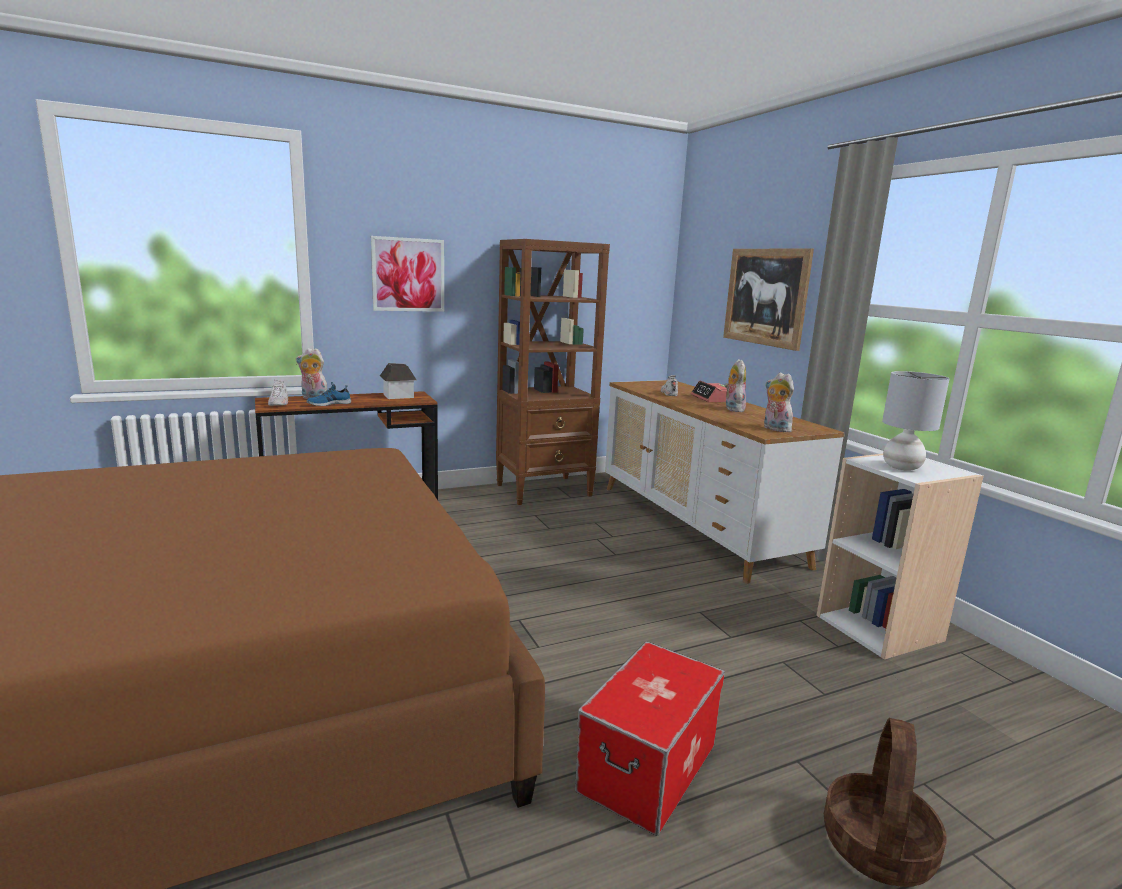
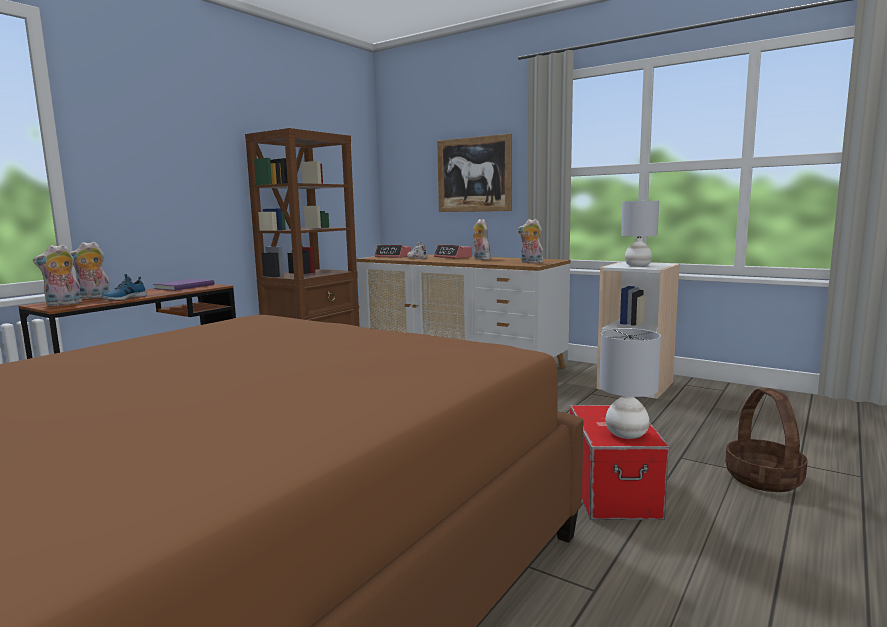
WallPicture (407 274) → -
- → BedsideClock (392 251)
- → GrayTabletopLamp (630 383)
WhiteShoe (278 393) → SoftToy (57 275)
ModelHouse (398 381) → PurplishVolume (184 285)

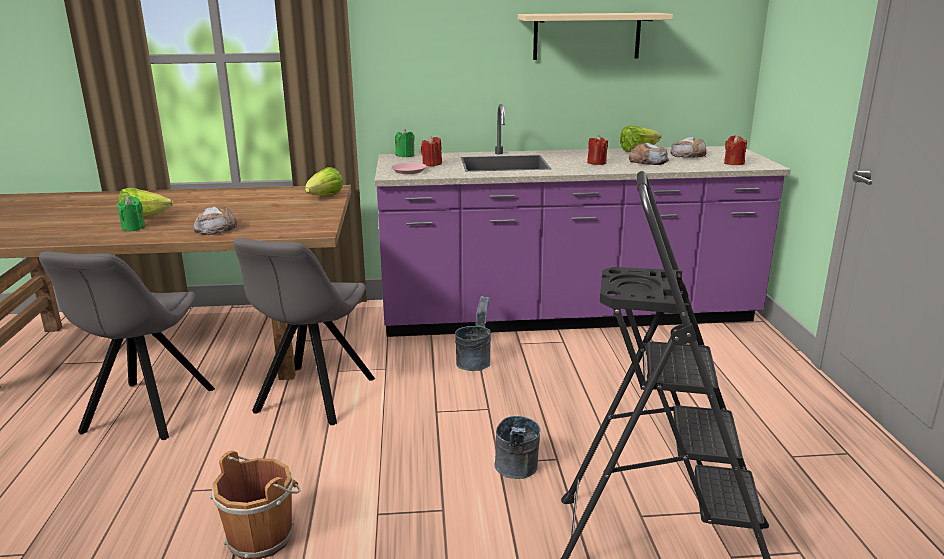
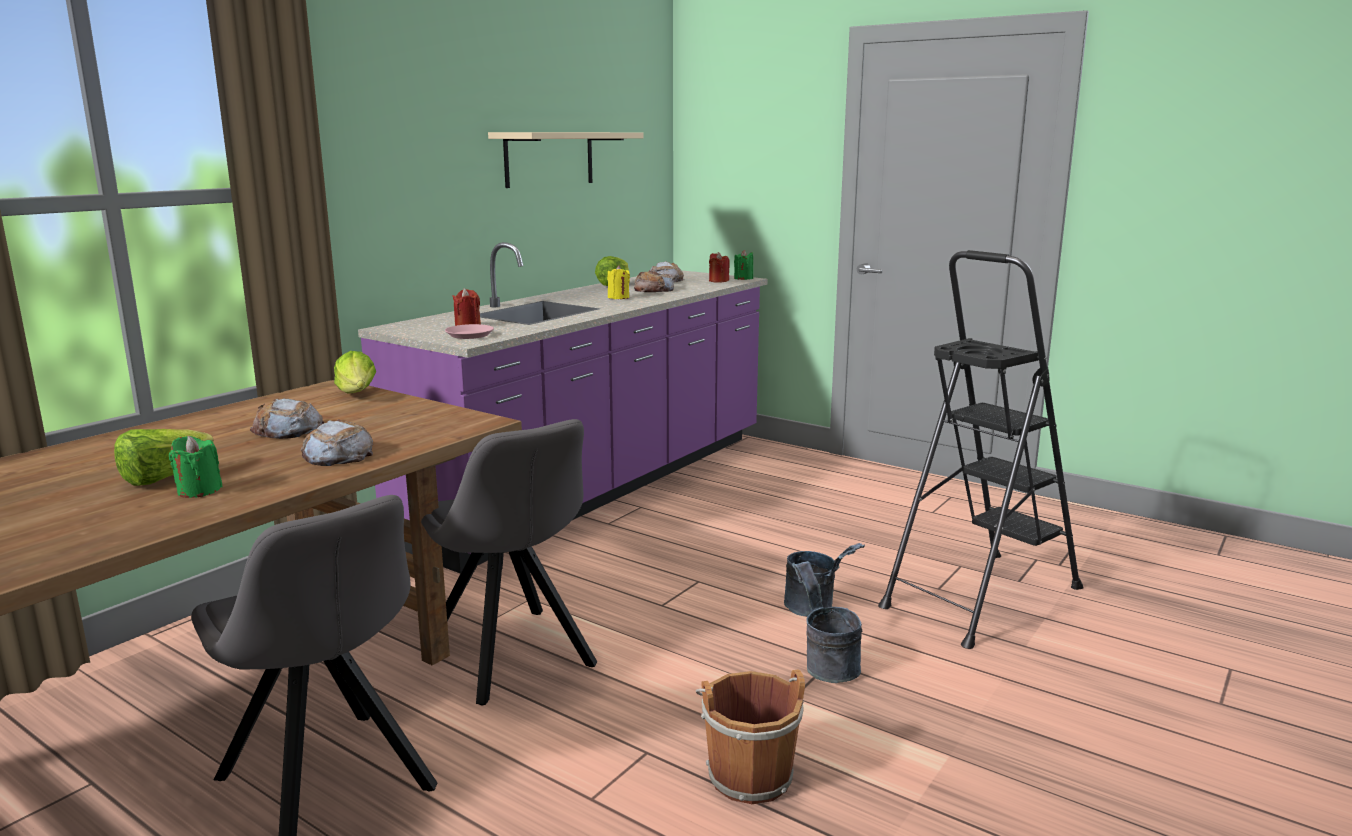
- → BakeryBread (287 418)
GreenColouredWaxCandle (405 143) → GreenColouredWaxCandle (743 265), relocated
GrayPail (473 333) → GrayPail (827 622), relocated
ReddishWaxCandle (597 150) → YellowishWaxCandle (618 282)

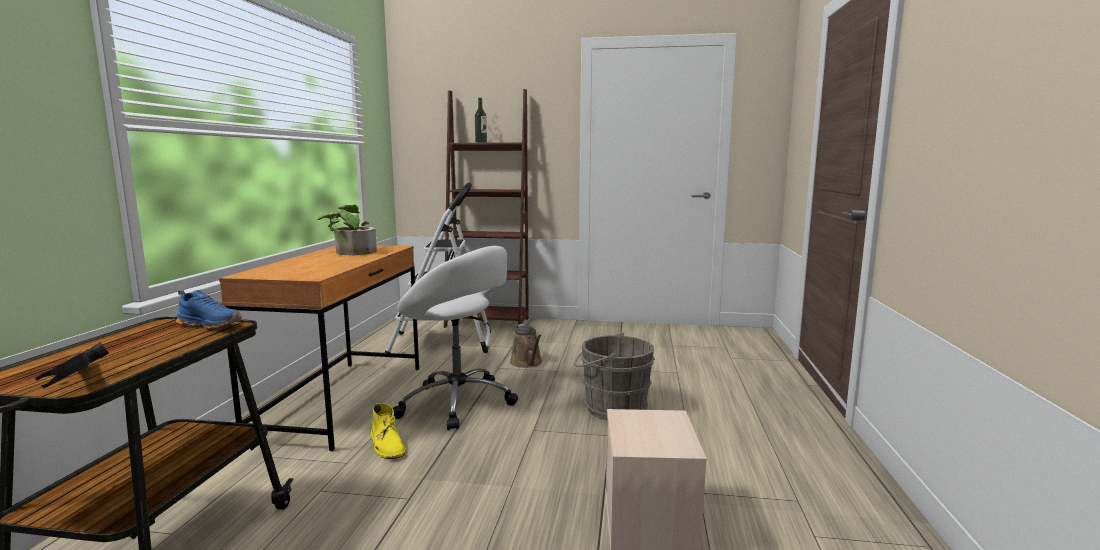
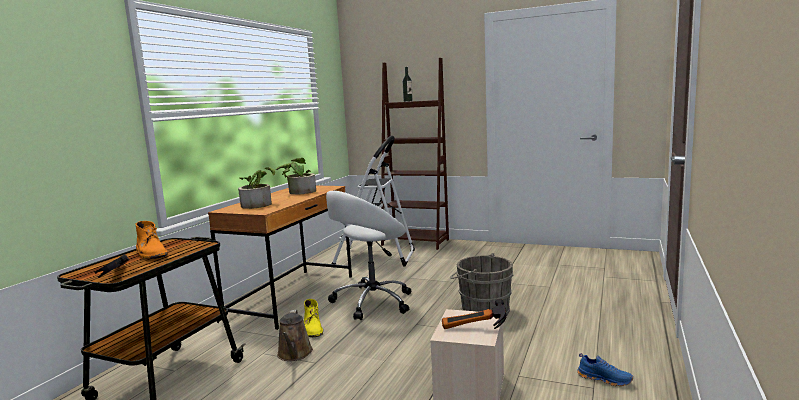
- → OrangeyBoot (152 240)
- → PottedPlant (256 188)
- → HandHammer (474 314)
BlueColouredShoe (209 309) → BlueColouredShoe (605 369), relocated
BrownColouredWateringPot (526 346) → BrownColouredWateringPot (295 335), relocated
WhiteDeskChair (455 338) → WhiteDeskChair (368 255), 90 degrees clockwise

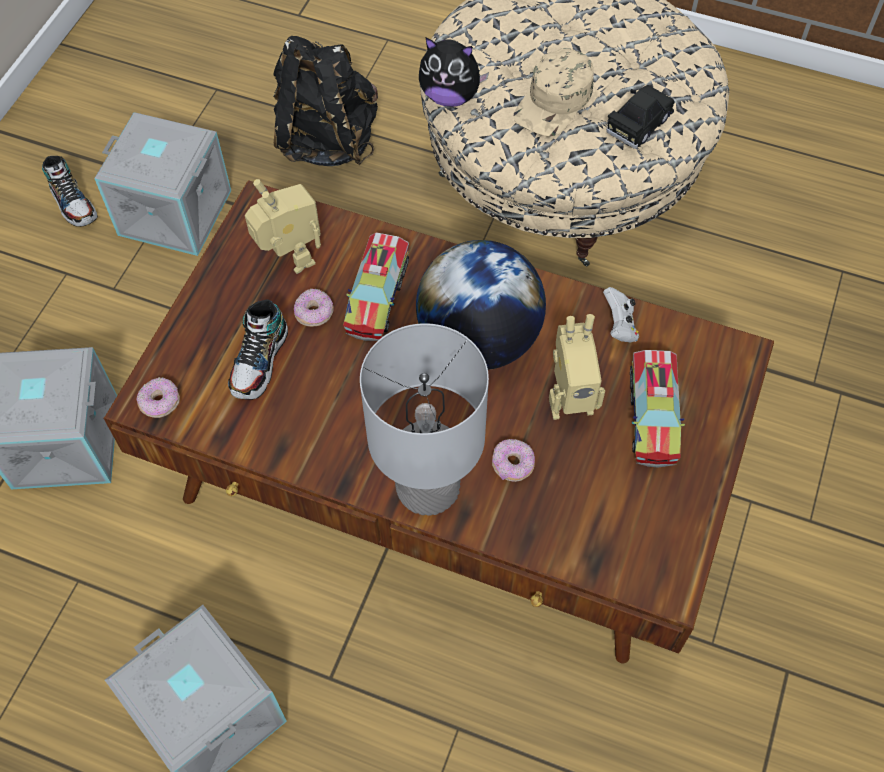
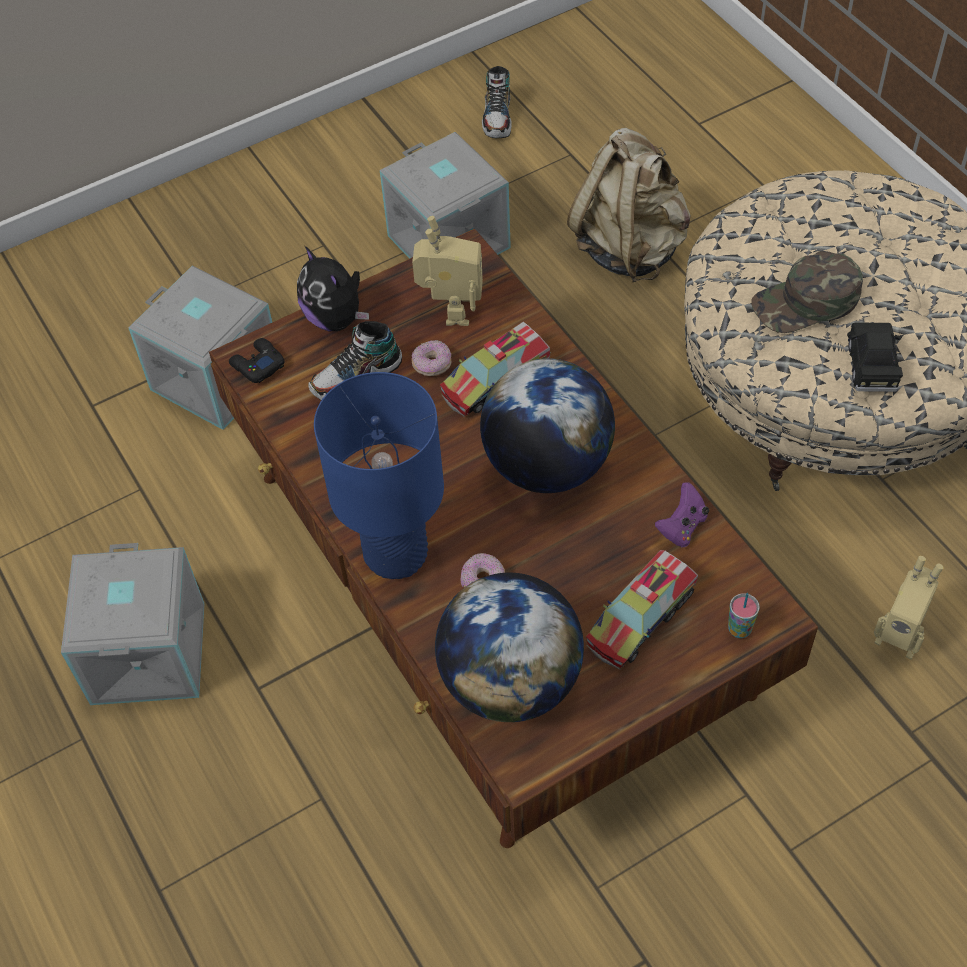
- → Globe (509 647)
- → SmallCup (744 615)
Shoe (70 191) → Shoe (496 102), relocated
SoftToy (454 72) → SoftToy (333 288), relocated
ModelRobot (577 367) → ModelRobot (909 607), relocated
RingDoughnut (158 397) → BlackColouredGameController (257 360)
BlackColouredRucksack (325 101) → BeigeRucksack (629 205)
GrayTabletopLamp (424 419) → BlueColouredTabletopLamp (379 475)
BeigeBaseballCap (553 92) → GreenColouredBaseballCap (807 292)
WhiteGameController (621 314) → PurplishGameController (682 514)
BlackColouredToyCar (641 117) → BlackColouredToyCar (875 357), 75 degrees counterclockwise

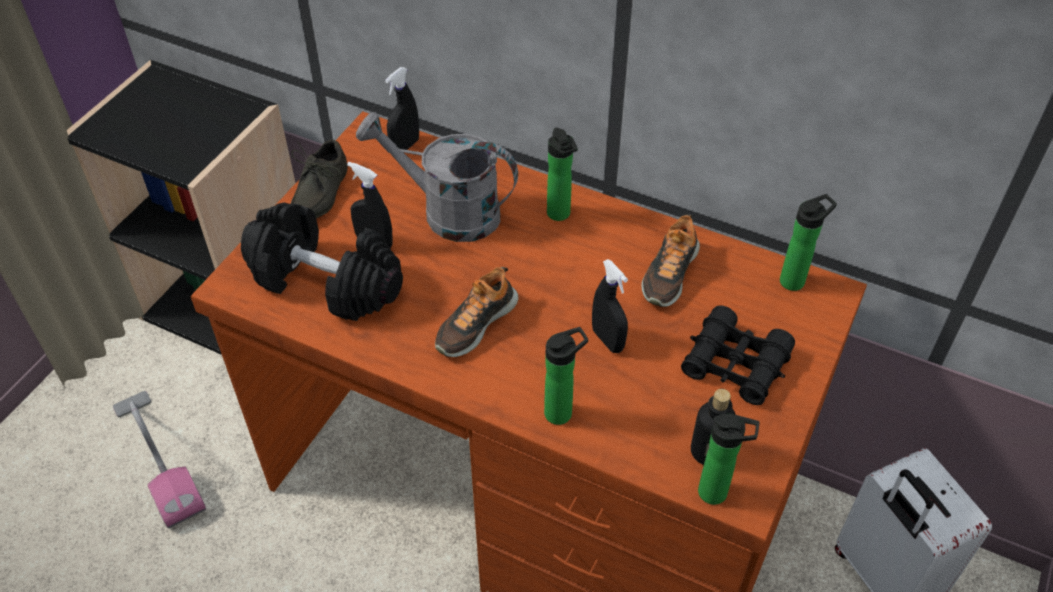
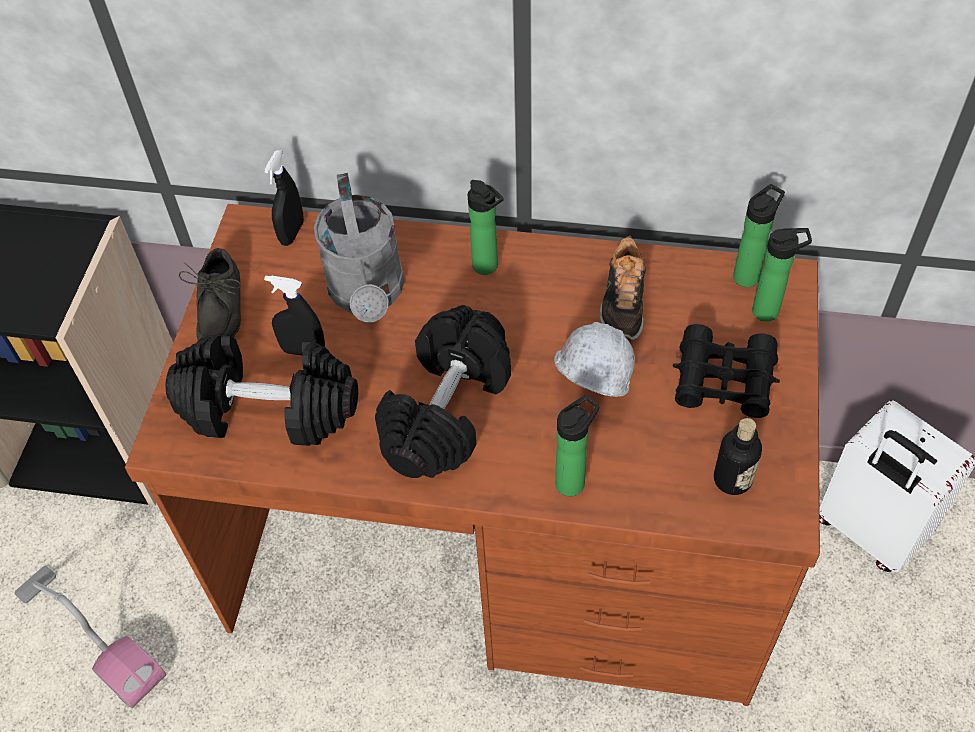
DrinkBottle (728 459) → DrinkBottle (782 275), relocated
Shoe (477 312) → BlackColouredDumbbell (443 391)
BlackColouredSprayer (610 306) → WhiteWorkHelmet (594 359)
GrayWateringPot (437 177) → GrayWateringPot (359 247), 105 degrees counterclockwise

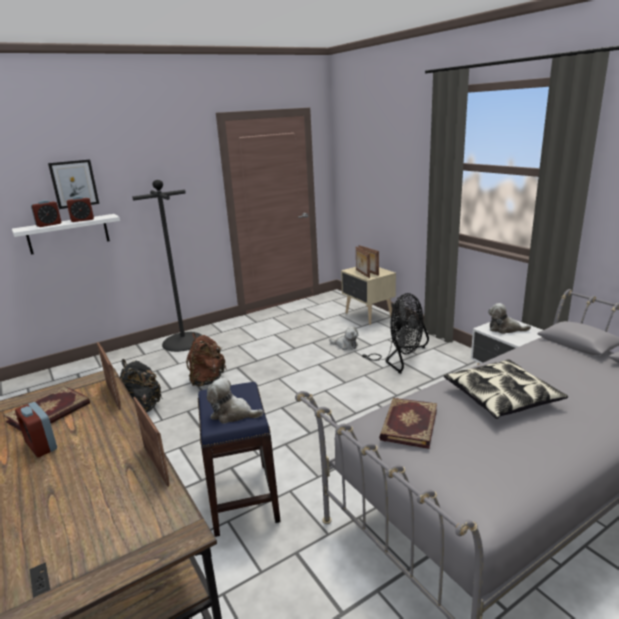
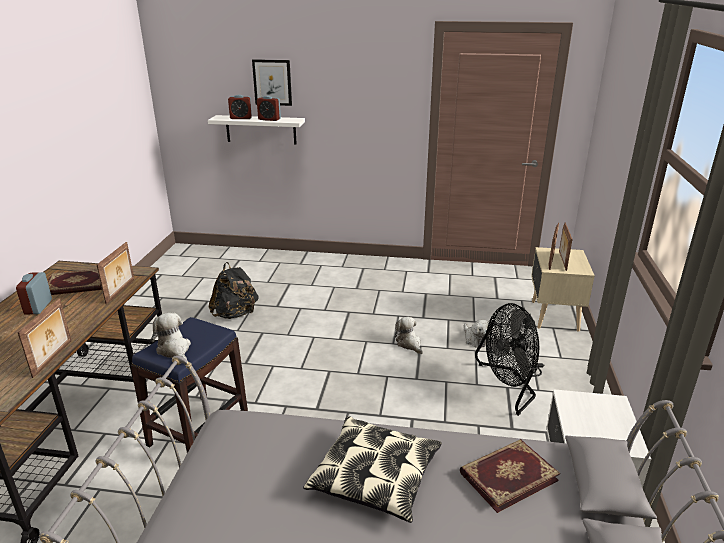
BlackColouredGarmentRack (167 266) → -
BrownColouredRucksack (206 360) → -
Volume (408 423) → Volume (510 476), relocated
SoftToy (509 318) → SoftToy (409 335), relocated
BlackColouredFan (395 333) → BlackColouredFan (509 359), 90 degrees clockwise

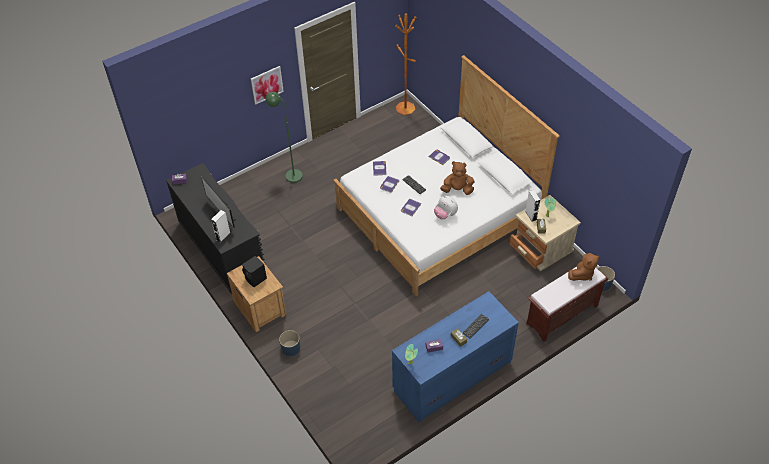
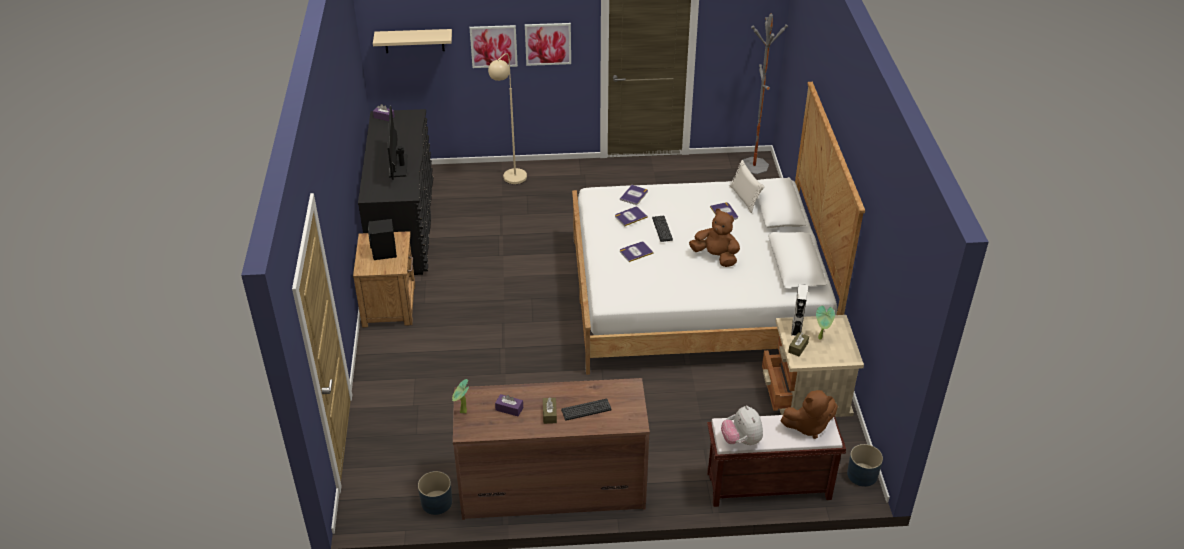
WhiteSpeaker (220 226) → -
GreenColouredStandingLamp (284 137) → -
- → BeigeBracketShelf (412 41)
- → WallPicture (493 46)
- → BeigeStandingLamp (507 118)
- → WhiteThrowPillow (746 186)
BlueColouredFlowerPot (290 343) → BlueColouredFlowerPot (435 493), relocated
SoftToy (446 208) → SoftToy (742 425), relocated
BlueColouredDresser (455 356) → BrownColouredDresser (551 449)
OrangeyGarmentRack (406 64) → GrayGarmentRack (765 93)

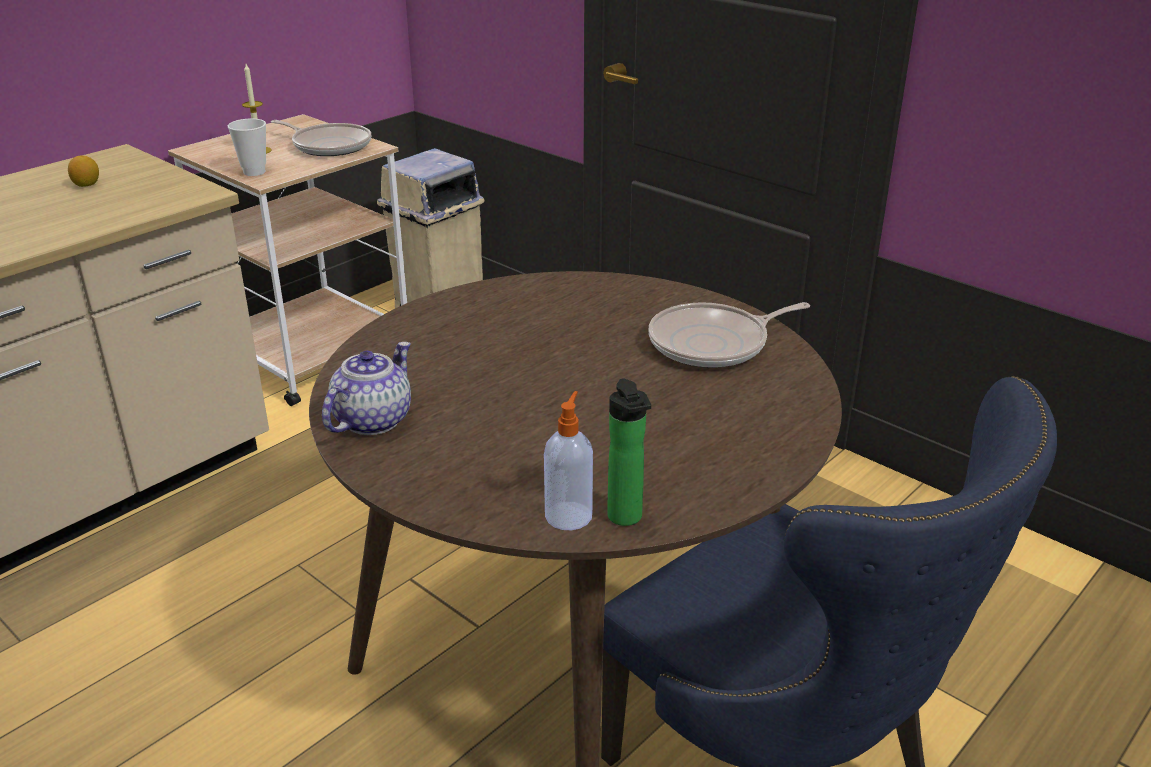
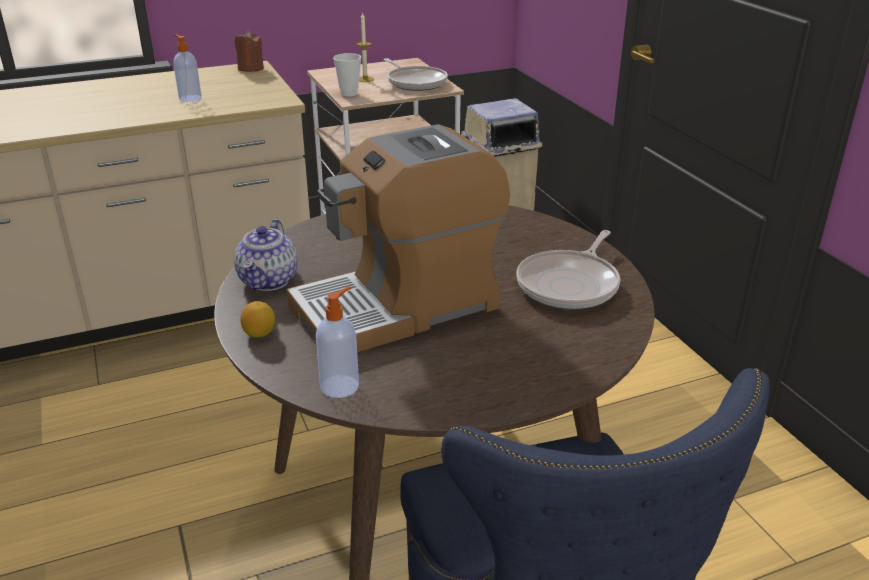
DrinkBottle (629 452) → -
- → LiquidSoapBottle (187 68)
- → BrownColouredWaxCandle (249 51)
- → CoffeeMachine (398 238)
Lemon (83 171) → Lemon (257 319), relocated
Teapot (366 388) → Teapot (266 255), 135 degrees clockwise
Pan (729 335) → Pan (568 269), 60 degrees counterclockwise

